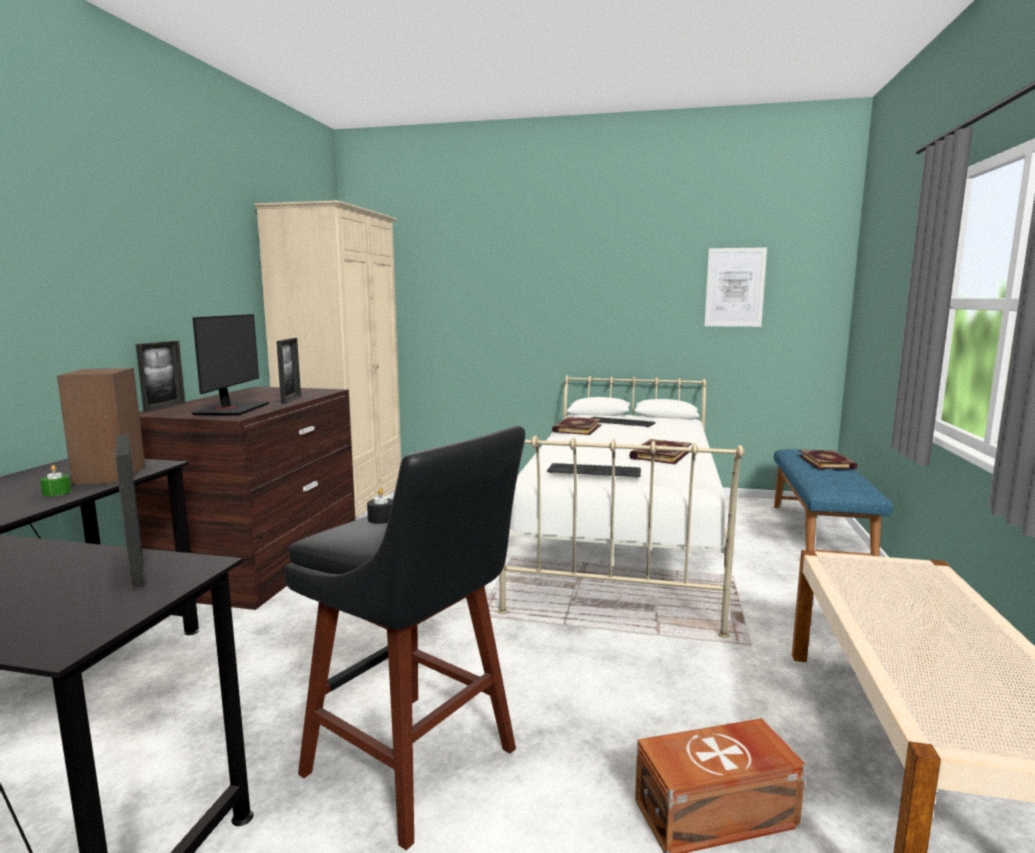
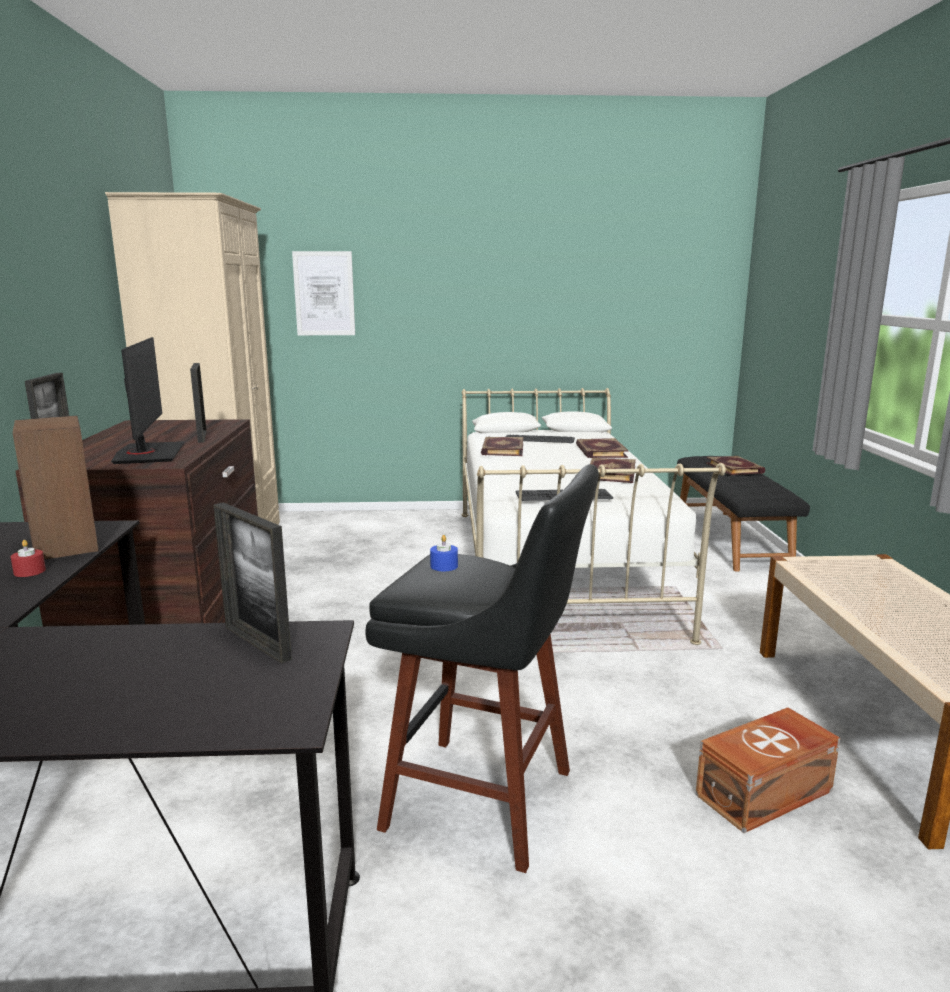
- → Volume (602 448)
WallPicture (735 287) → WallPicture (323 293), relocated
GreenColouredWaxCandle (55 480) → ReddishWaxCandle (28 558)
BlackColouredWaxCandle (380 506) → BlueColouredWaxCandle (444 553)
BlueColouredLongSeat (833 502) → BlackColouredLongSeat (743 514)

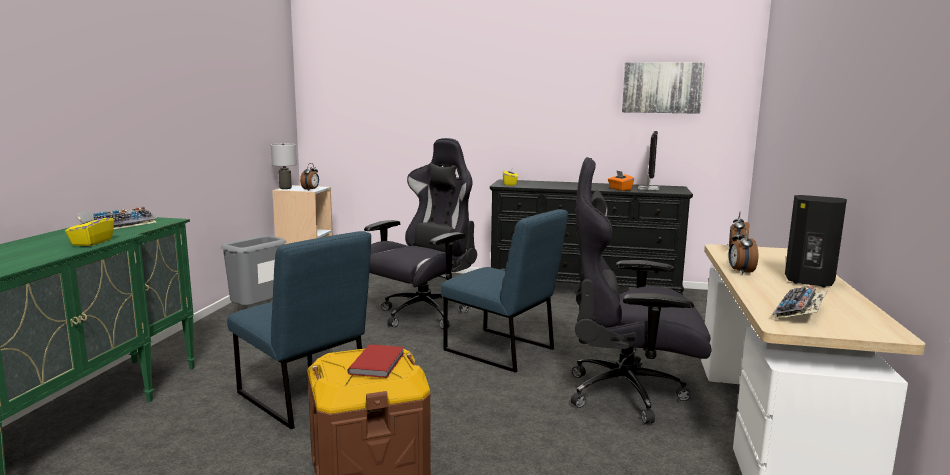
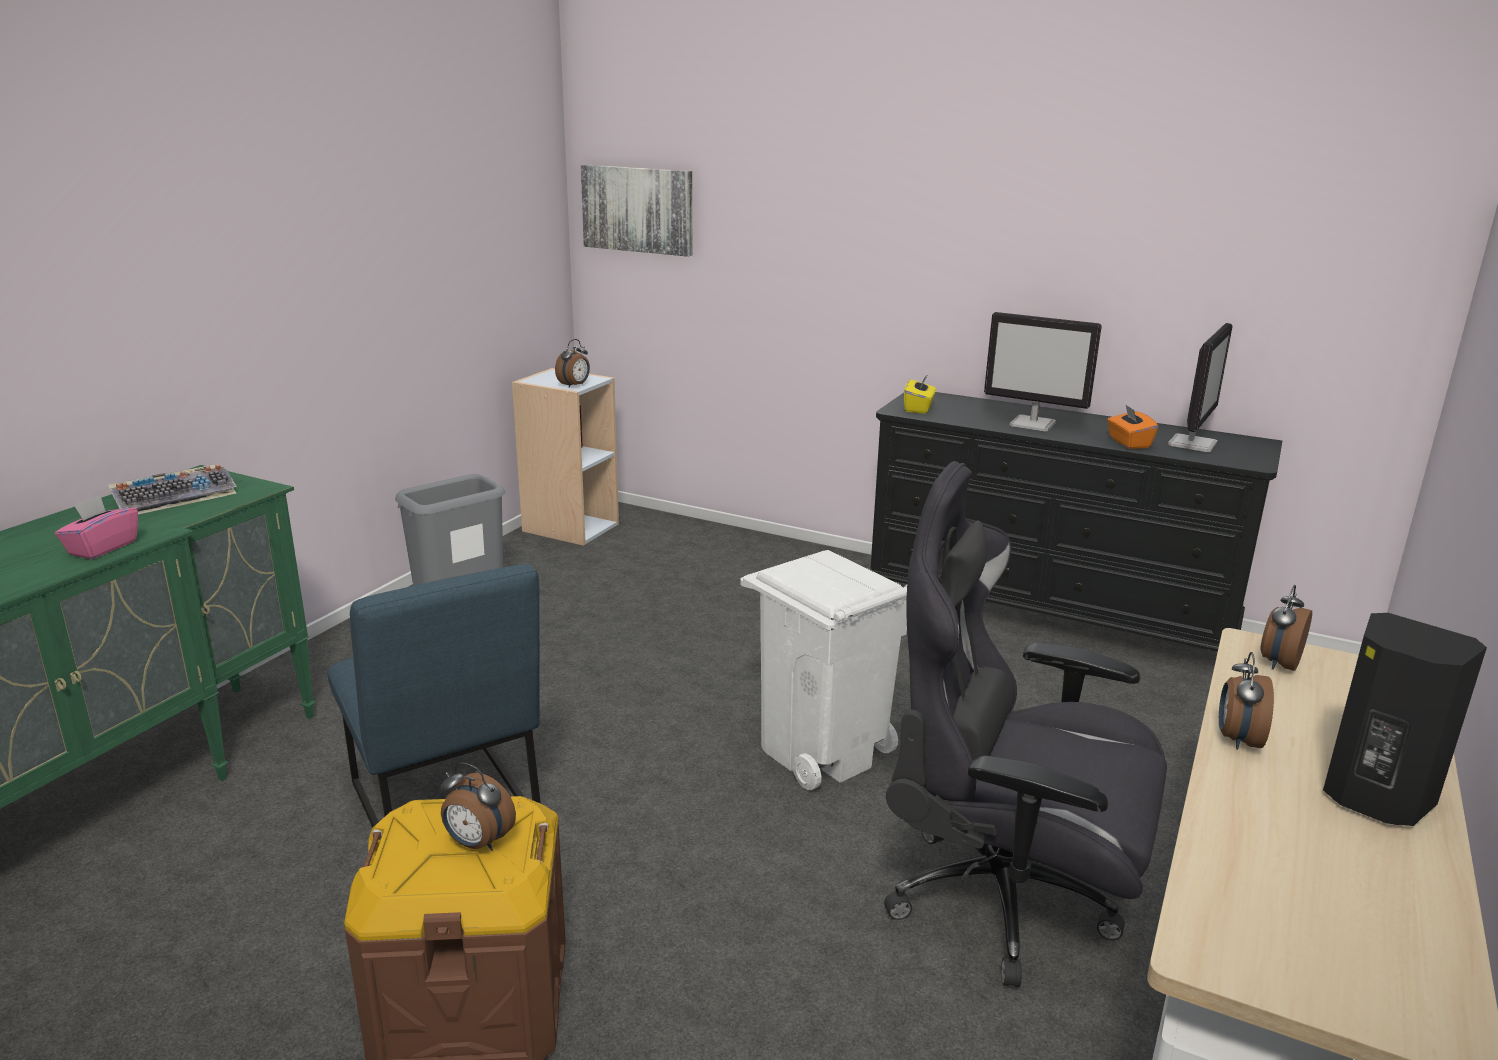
WhiteTabletopLamp (284 166) → -
BlackColouredDeskChair (420 233) → -
Keyboard (800 302) → -
- → ComputerDisplay (1043 371)
WallPicture (663 88) → WallPicture (636 211), relocated
ReddishVolume (376 361) → BedsideClock (478 807)
BlueColouredUprightChair (504 291) → WhiteTrashCan (823 670)
YellowishTissueBox (89 228) → PinkColouredTissueBox (96 527)

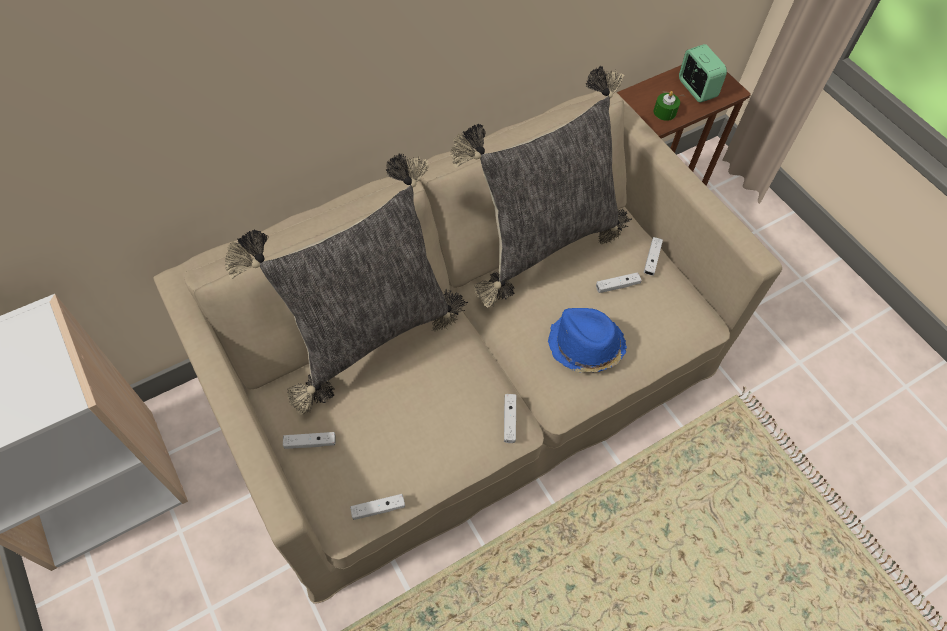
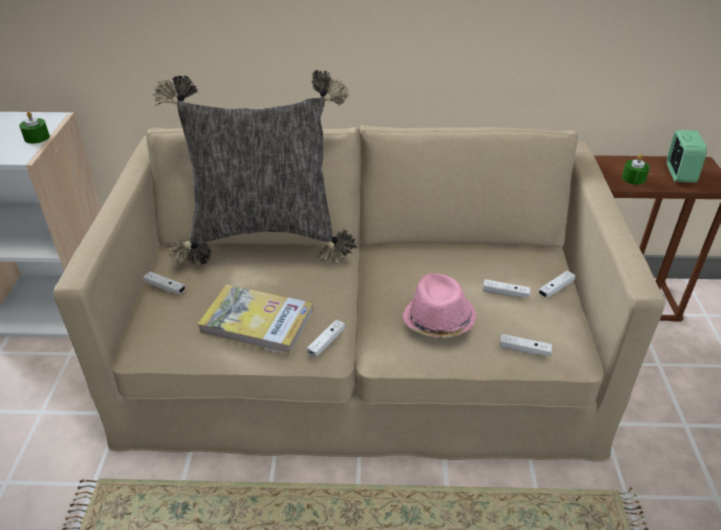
ThrowPillow (541 187) → -
- → GreenColouredWaxCandle (34 127)
- → Volume (255 319)
WhiteGameController (377 507) → WhiteGameController (526 345), relocated
BlueColouredWearableHat (587 340) → PinkColouredWearableHat (439 305)

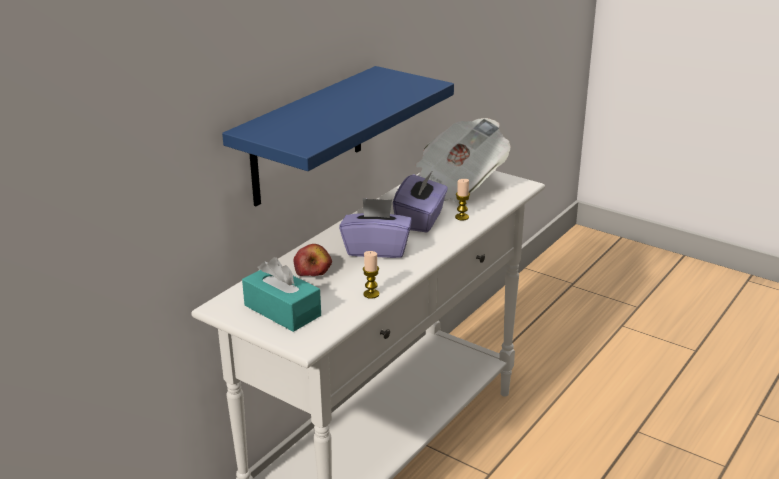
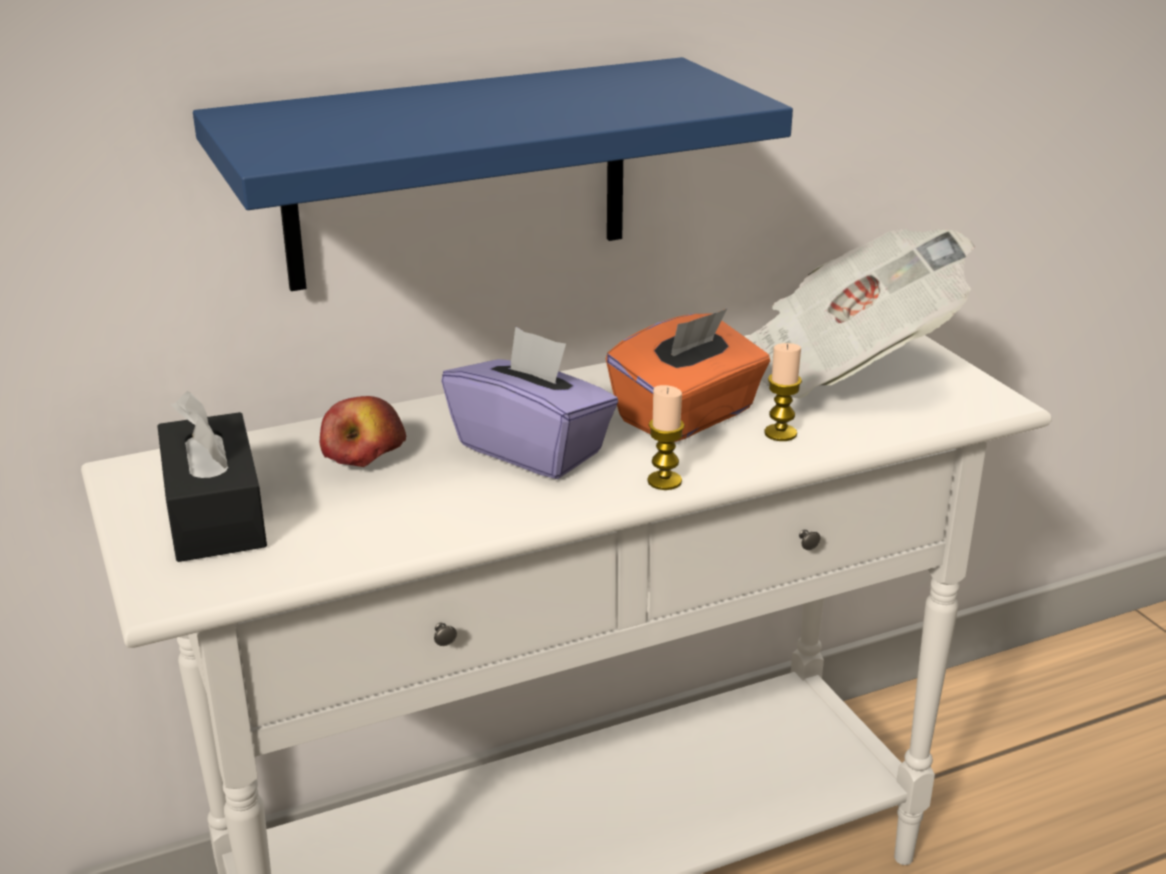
WaxCandle (371 275) → WaxCandle (666 437), relocated
BlueGreenTissueBox (281 294) → BlackColouredTissueBox (212 476)
PurplishTissueBox (420 202) → OrangeyTissueBox (688 375)

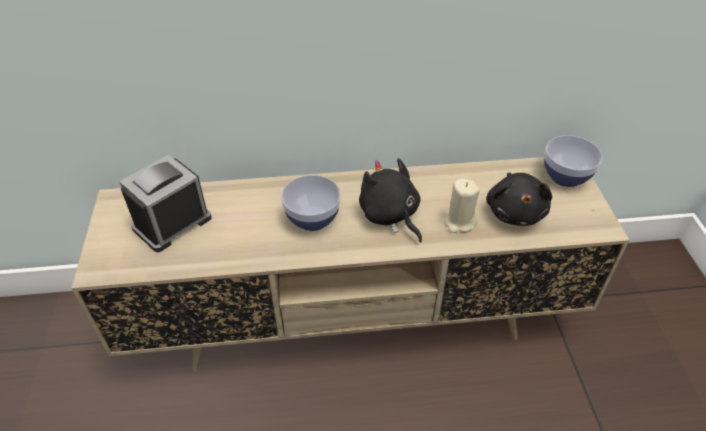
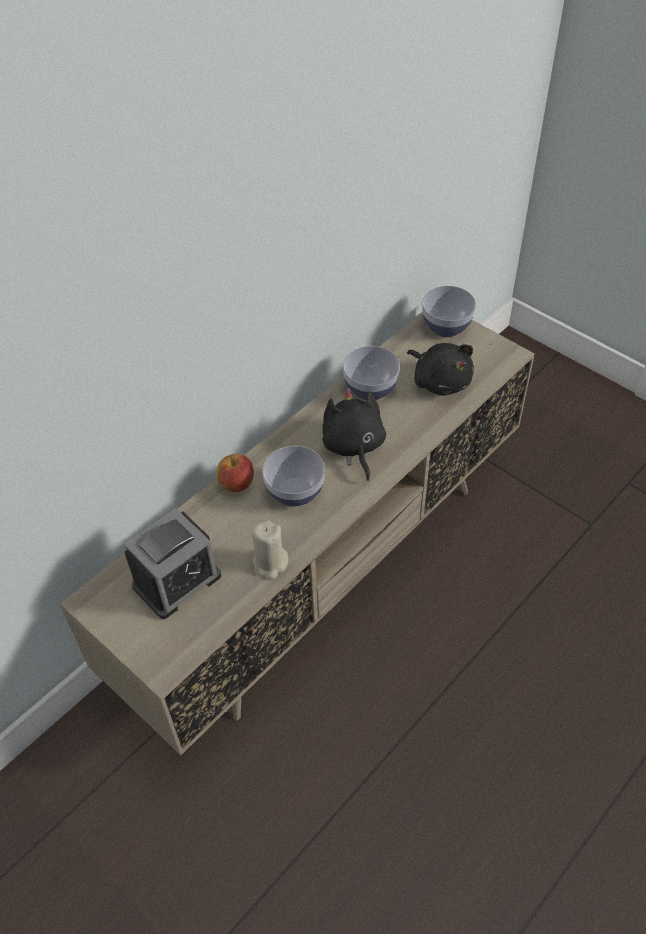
- → Apple (235 473)
- → Bowl (371 373)
BeigeWaxCandle (461 206) → BeigeWaxCandle (270 550), relocated
BedsideClock (165 203) → BedsideClock (172 563), 135 degrees counterclockwise
BlackColouredSoftToy (390 200) → BlackColouredSoftToy (354 434), 60 degrees clockwise

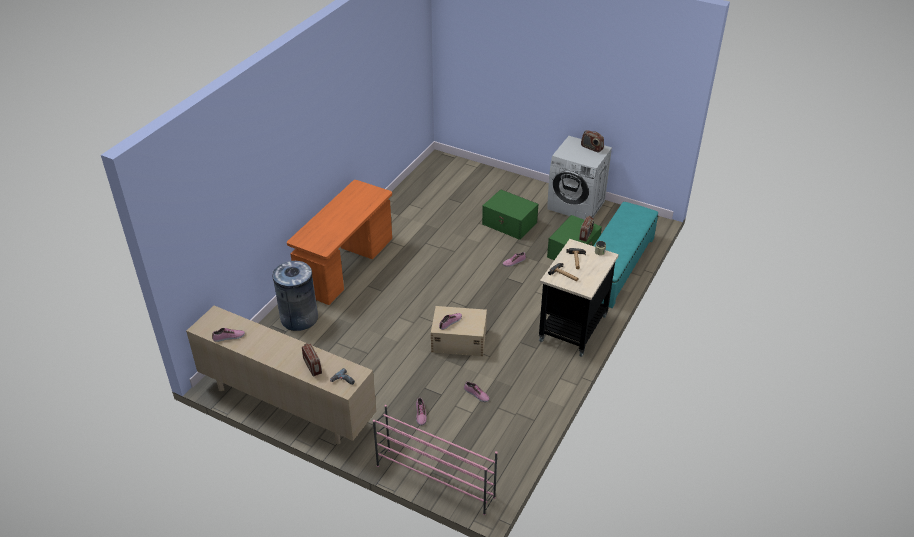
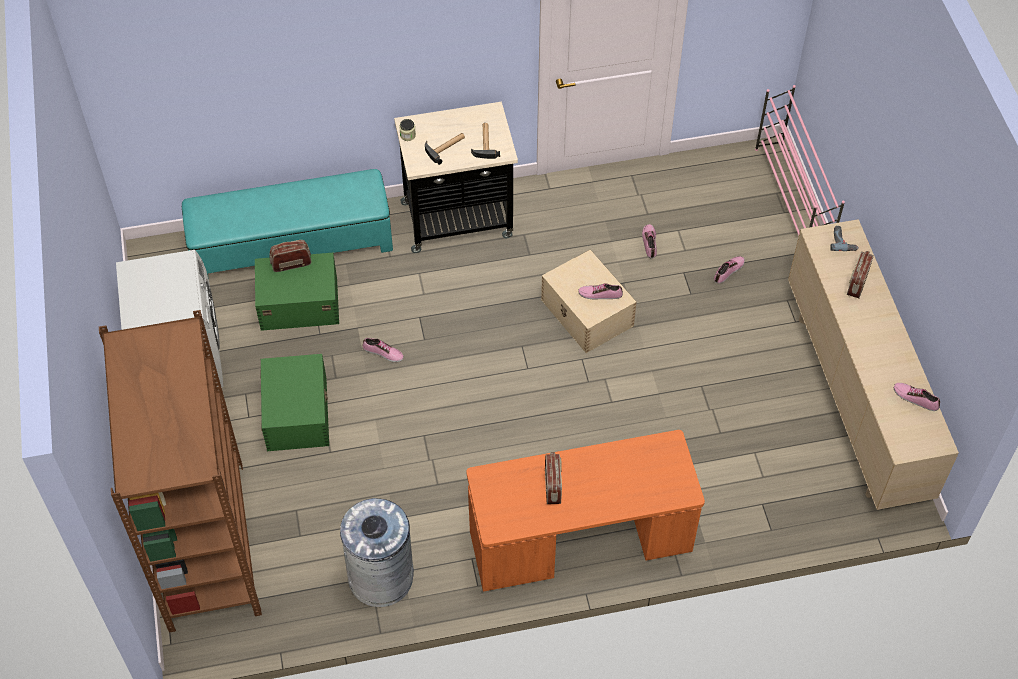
- → BrownColouredShelvingUnit (180 471)
GrayTrashCan (295 296) → GrayTrashCan (377 552), relocated
RadioReceiver (592 141) → RadioReceiver (553 478), relocated

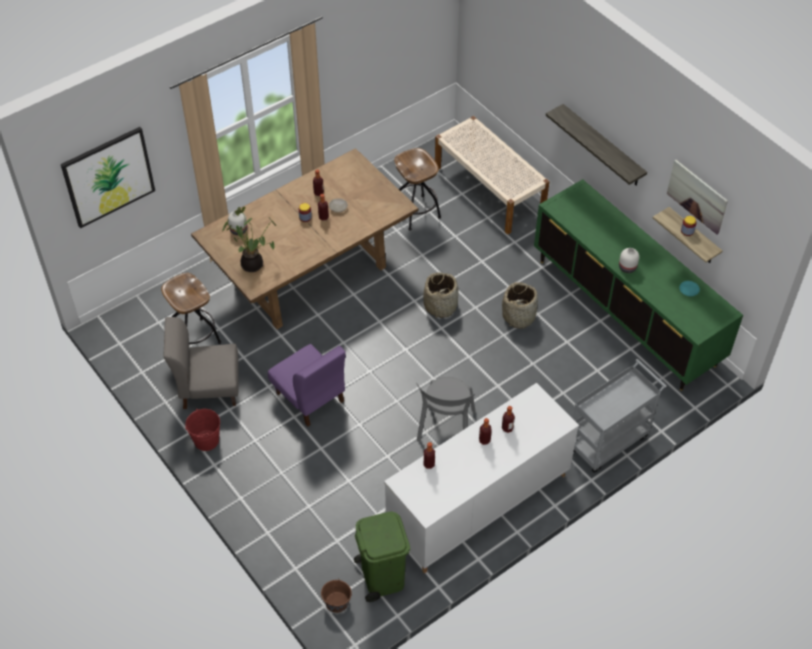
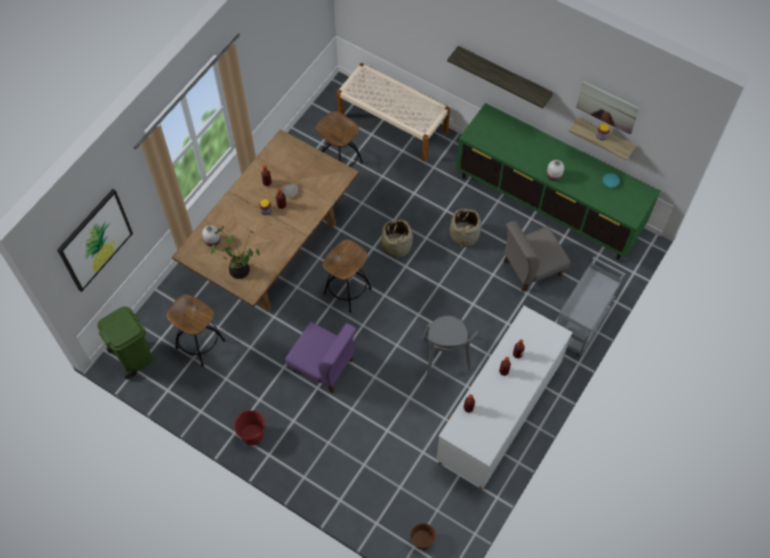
- → BrownColouredSittingStool (347 276)
GrayUprightChair (201 363) → GrayUprightChair (537 256), relocated
GreenColouredTrashCan (382 557) → GreenColouredTrashCan (125 342), relocated

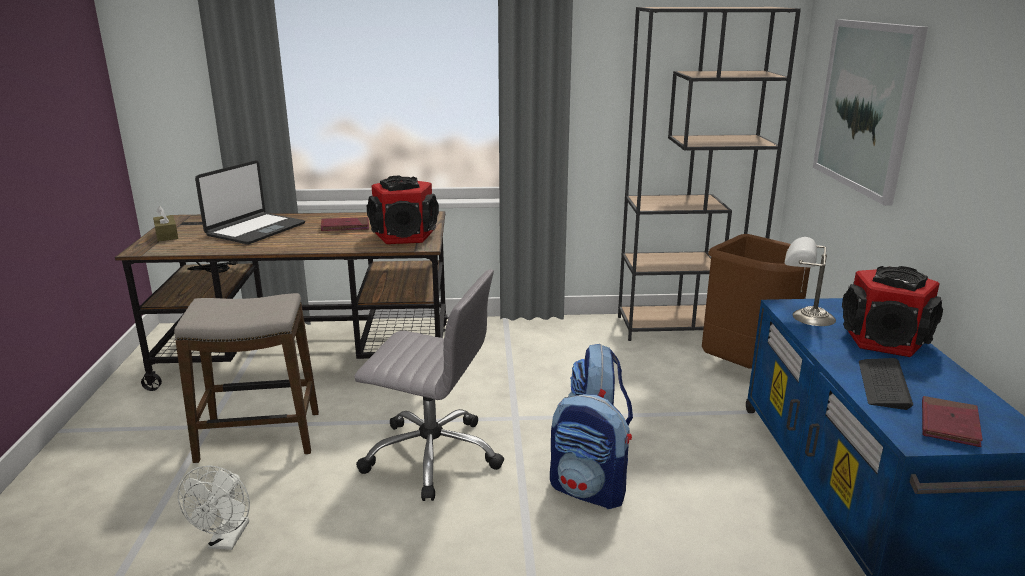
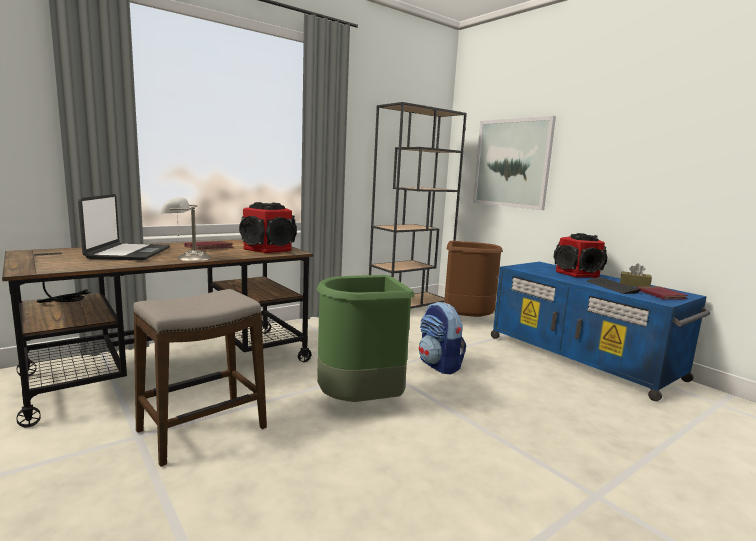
WhiteFan (214 507) → -
Rucksack (591 451) → -
BrownColouredTissueBox (165 224) → BrownColouredTissueBox (636 275), relocated
WhiteTabletopLamp (810 281) → WhiteTabletopLamp (185 229), relocated
GrayDeskChair (429 385) → GreenColouredTrashCan (366 338)

